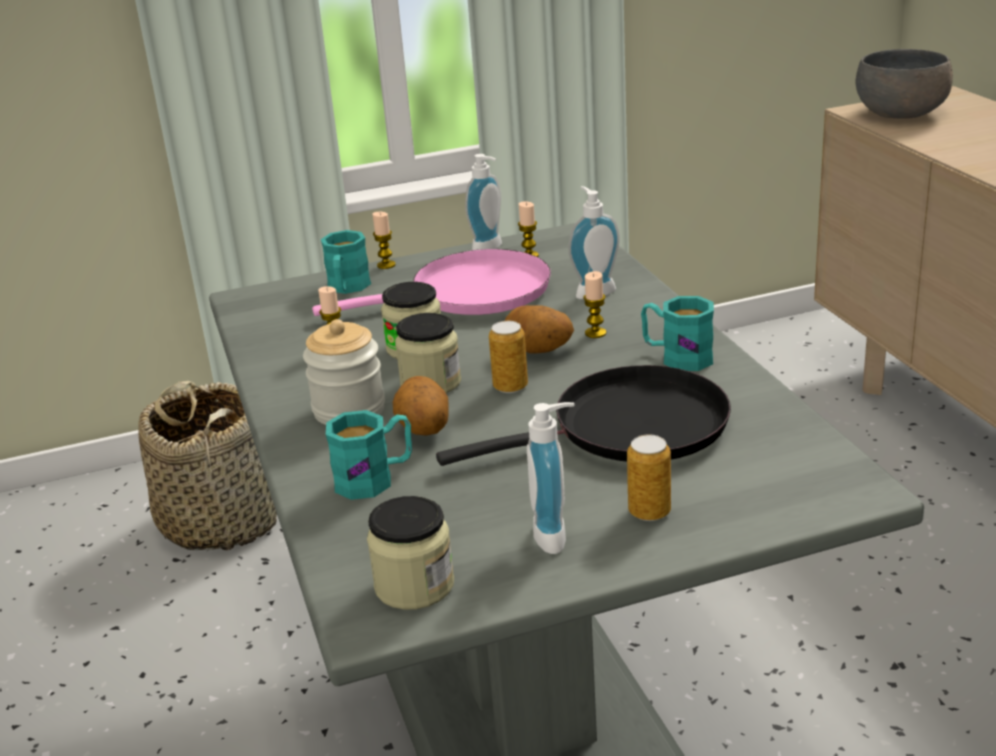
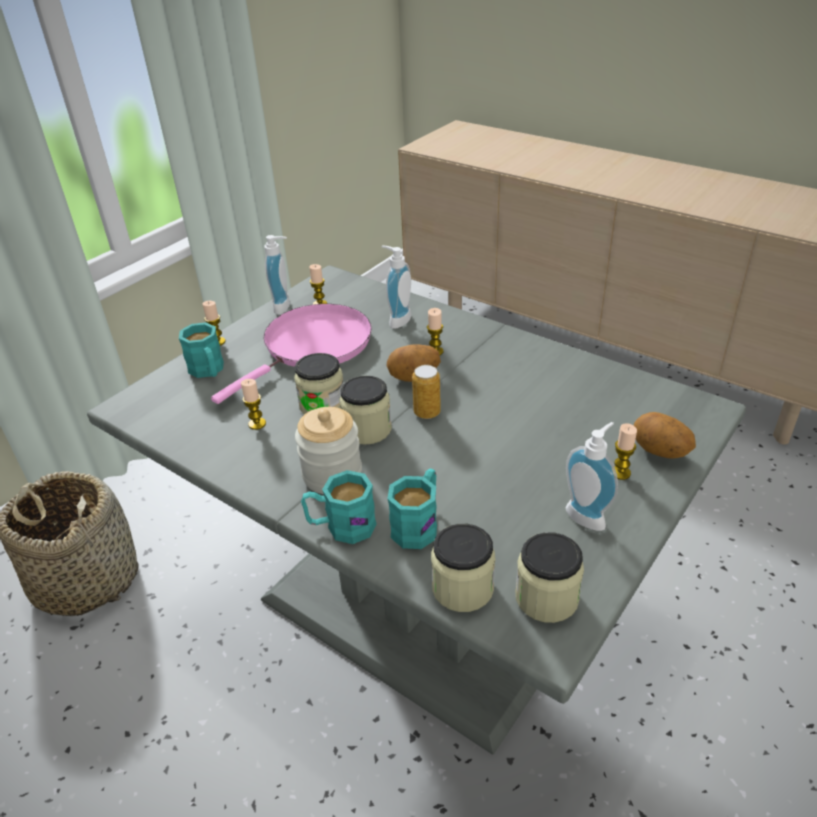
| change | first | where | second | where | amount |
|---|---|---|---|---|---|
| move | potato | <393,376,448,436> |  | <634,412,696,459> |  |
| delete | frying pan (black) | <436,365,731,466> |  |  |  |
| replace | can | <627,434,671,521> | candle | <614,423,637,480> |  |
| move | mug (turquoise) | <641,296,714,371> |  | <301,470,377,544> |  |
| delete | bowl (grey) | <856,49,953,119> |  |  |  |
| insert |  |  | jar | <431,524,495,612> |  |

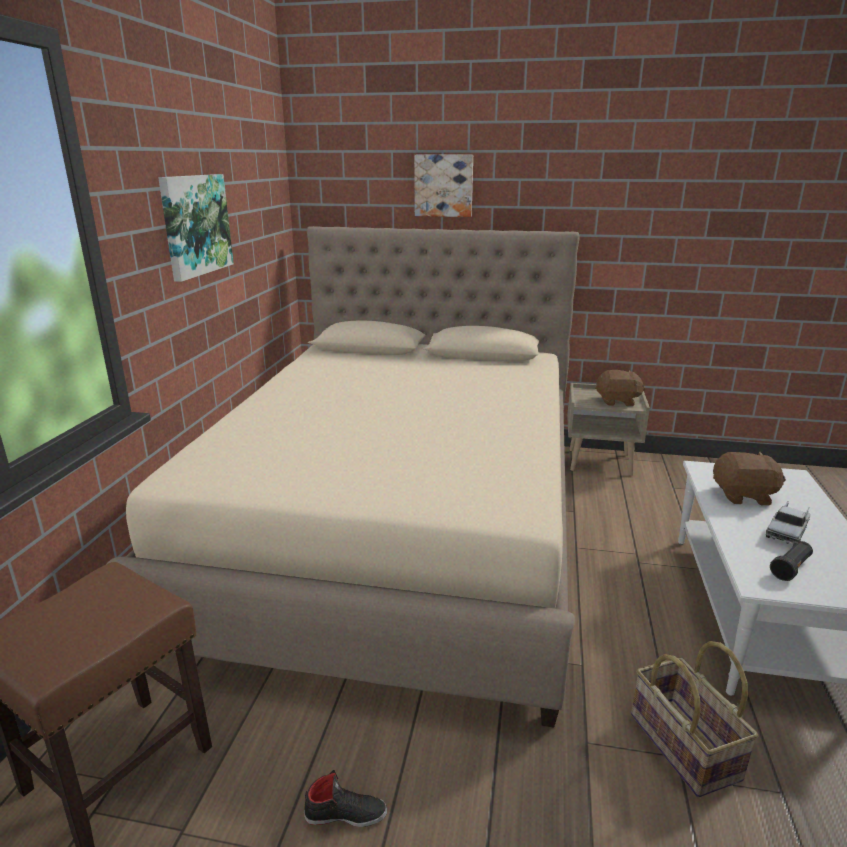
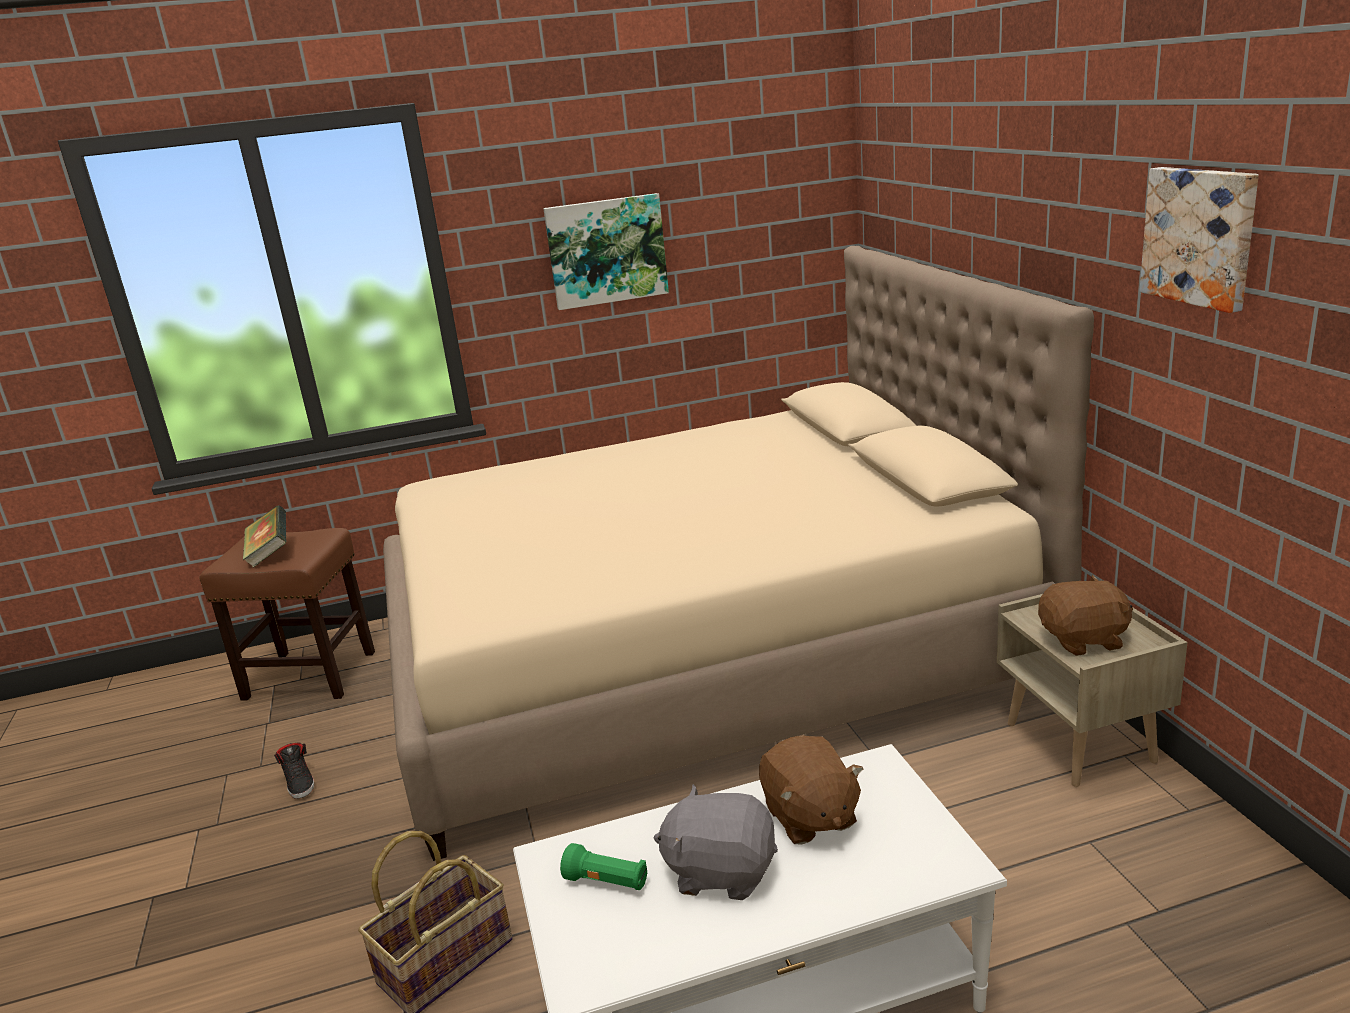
| change | first | where | second | where | amount |
|---|---|---|---|---|---|
| move | picture | <414,155,473,217> |  | <1140,167,1259,313> |  |
| rotate | plush toy (brown) | <595,370,646,406> |  | <1038,575,1133,656> | 75 degrees counterclockwise |
| replace | toy truck | <766,501,810,544> | plush toy (grey) | <654,784,778,900> |  |
| recolor | flashlight (black) | <770,541,813,581> | flashlight (green) | <560,843,647,890> |  |
| insert |  |  | book | <243,505,286,568> |  |

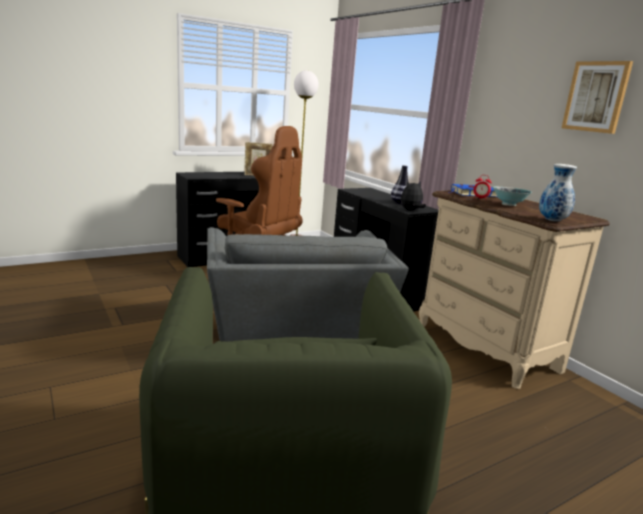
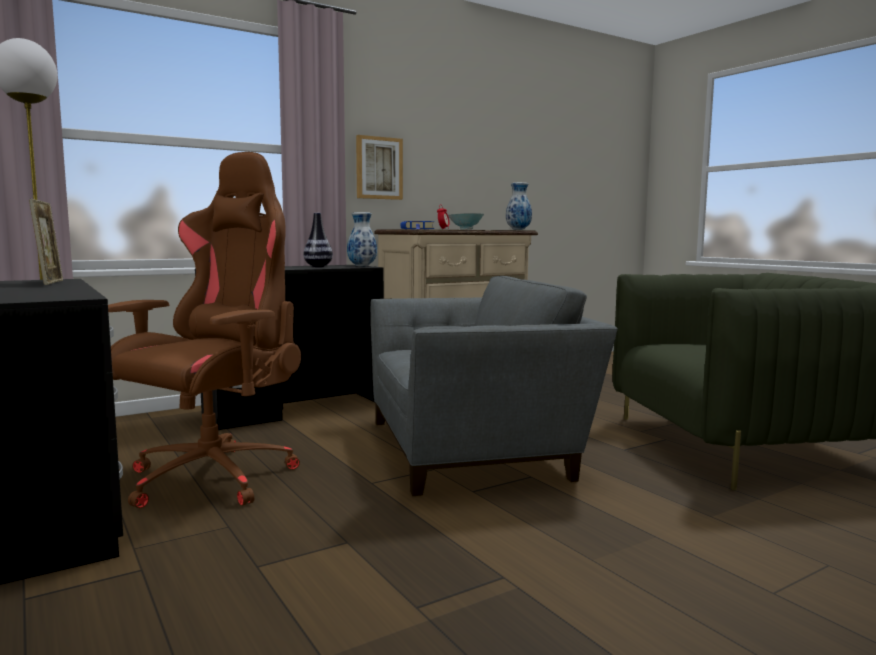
| change | first | where | second | where | amount |
|---|---|---|---|---|---|
| replace | plush toy | <401,181,426,210> | vase | <347,212,377,267> |  |
| move | picture | <562,61,633,134> |  | <356,135,403,200> |  |

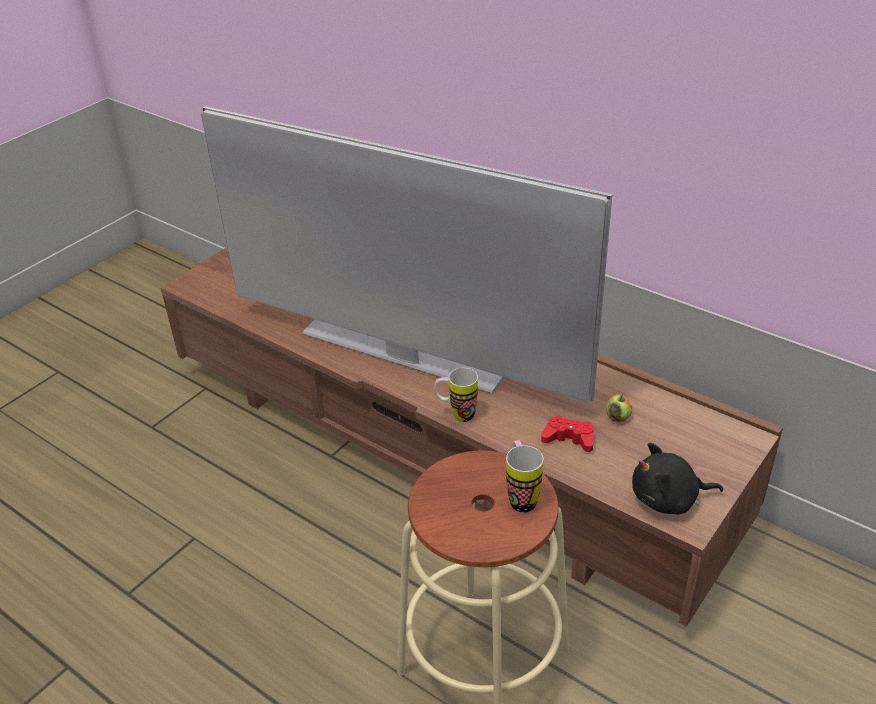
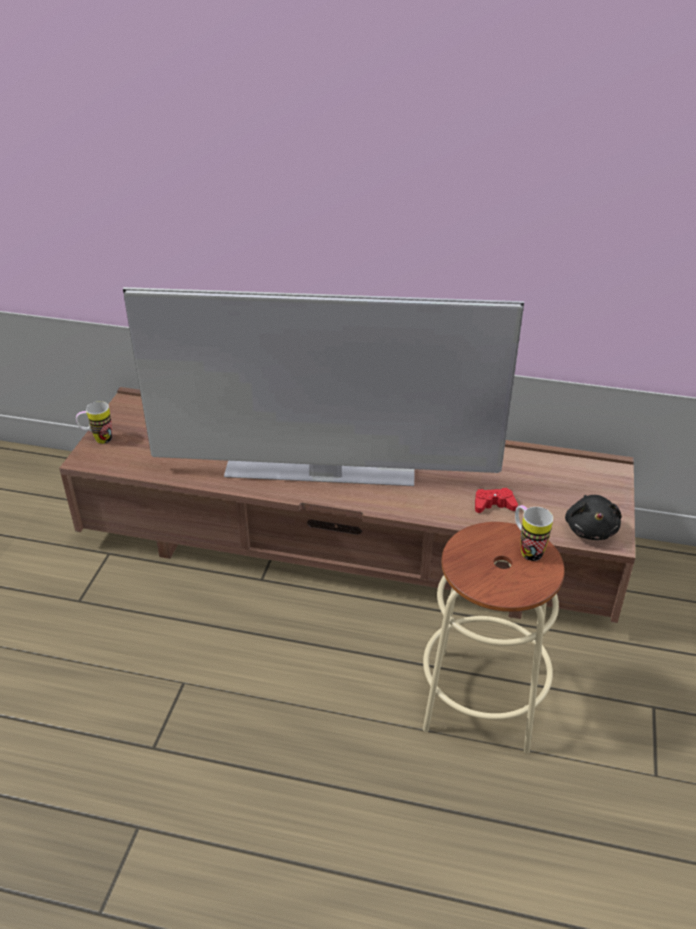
| change | first | where | second | where | amount |
|---|---|---|---|---|---|
| move | mug | <434,368,478,422> |  | <76,401,112,444> |  |
| delete | apple | <606,395,632,422> |  |  |  |
| rotate | plush toy (black) | <632,443,723,514> |  | <565,495,621,540> | 60 degrees counterclockwise |

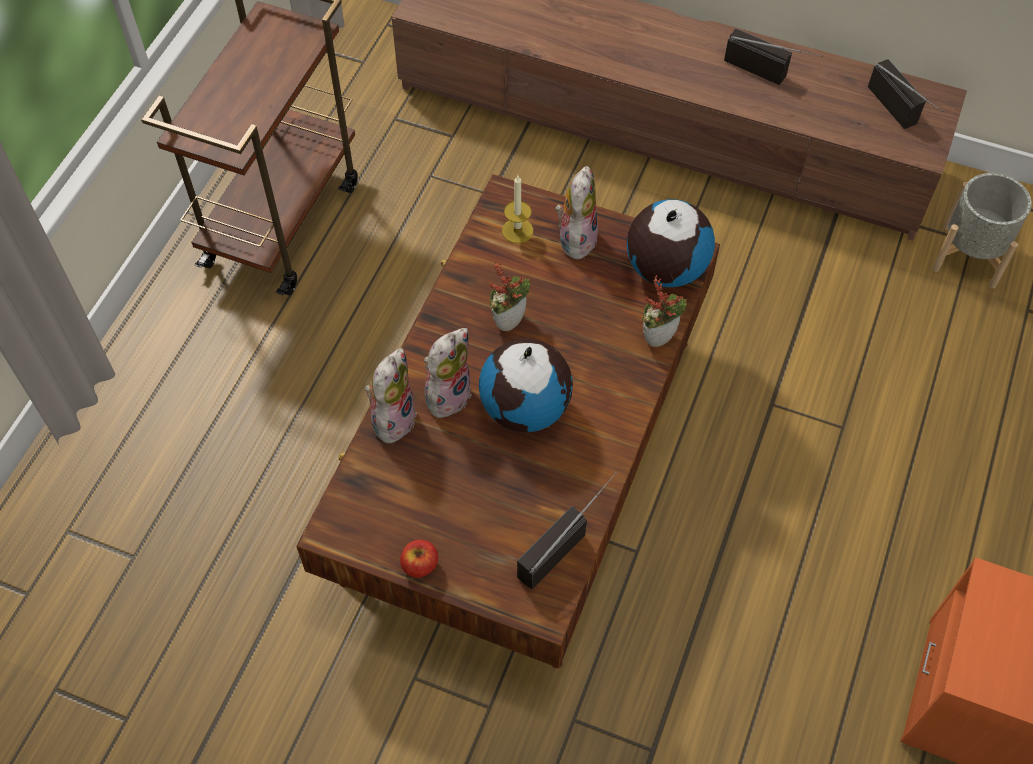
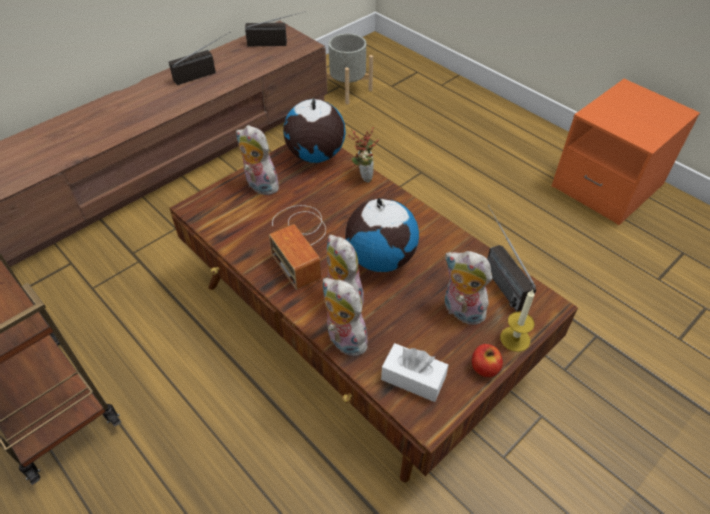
| change | first | where | second | where | amount |
|---|---|---|---|---|---|
| replace | potted plant | <489,261,531,331> | radio | <269,205,326,290> |  |
| move | candle | <502,176,534,244> |  | <500,290,535,352> |  |
| insert |  |  | tissue box (white) | <381,343,448,402> |  |
| insert |  |  | plush toy | <444,251,492,325> |  |

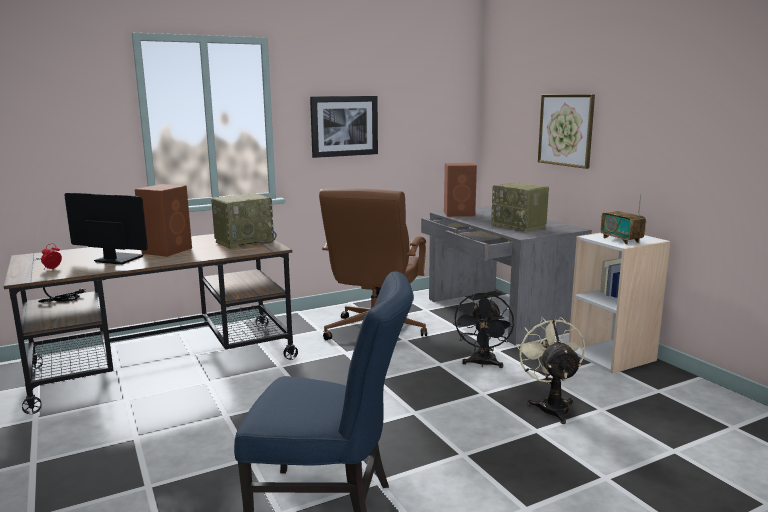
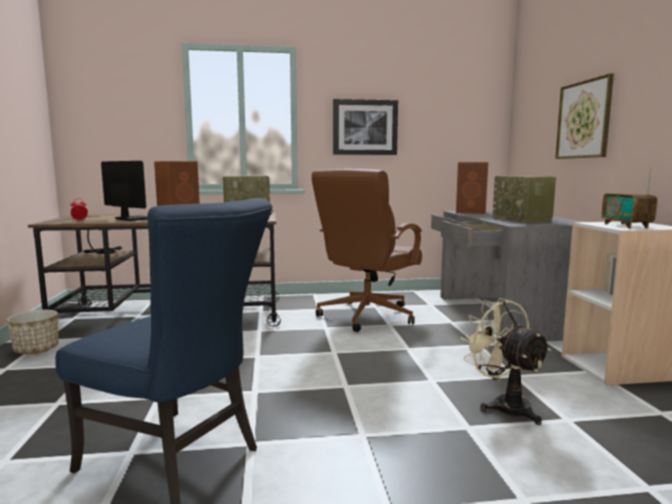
| change | first | where | second | where | amount |
|---|---|---|---|---|---|
| delete | fan (black) | <453,292,514,368> |  |  |  |
| rotate | fan (beige) | <516,316,585,424> |  | <461,298,552,425> | 45 degrees counterclockwise |
| insert |  |  | planter | <7,310,58,355> |  |

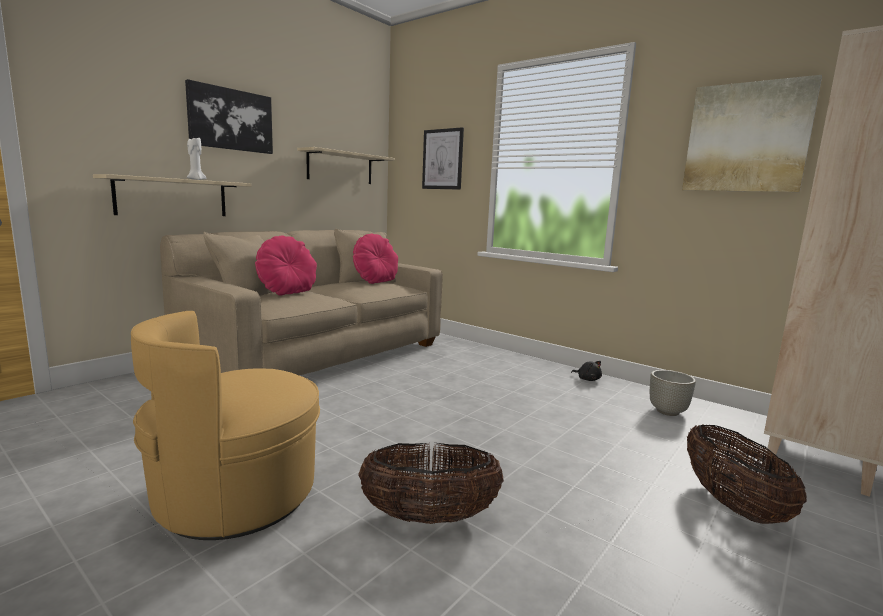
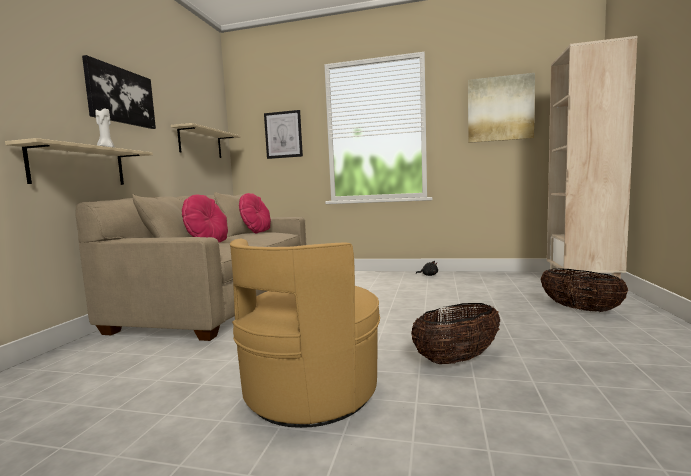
| change | first | where | second | where | amount |
|---|---|---|---|---|---|
| delete | planter (grey) | <650,370,696,416> |  |  |  |

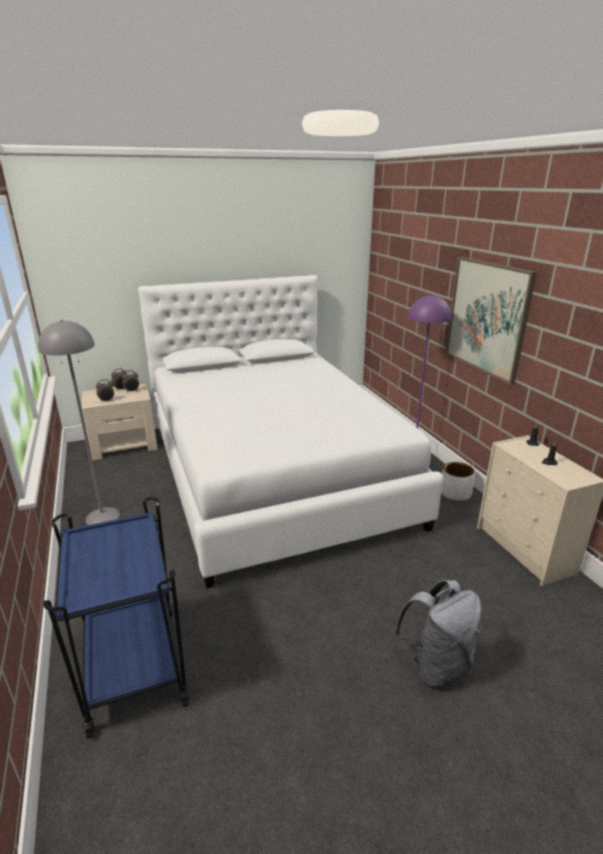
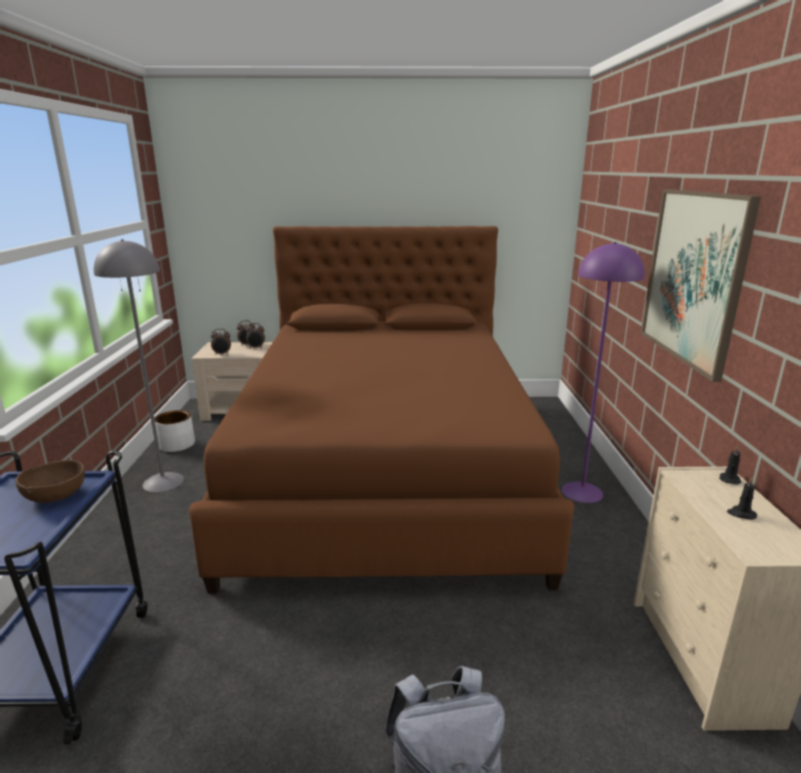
| change | first | where | second | where | amount |
|---|---|---|---|---|---|
| recolor | bed (white) | <138,275,443,589> | bed (brown) | <189,226,574,594> |  |
| move | planter (white) | <441,462,475,501> |  | <155,410,195,453> |  |
| insert |  |  | bowl (brown) | <16,460,85,503> |  |

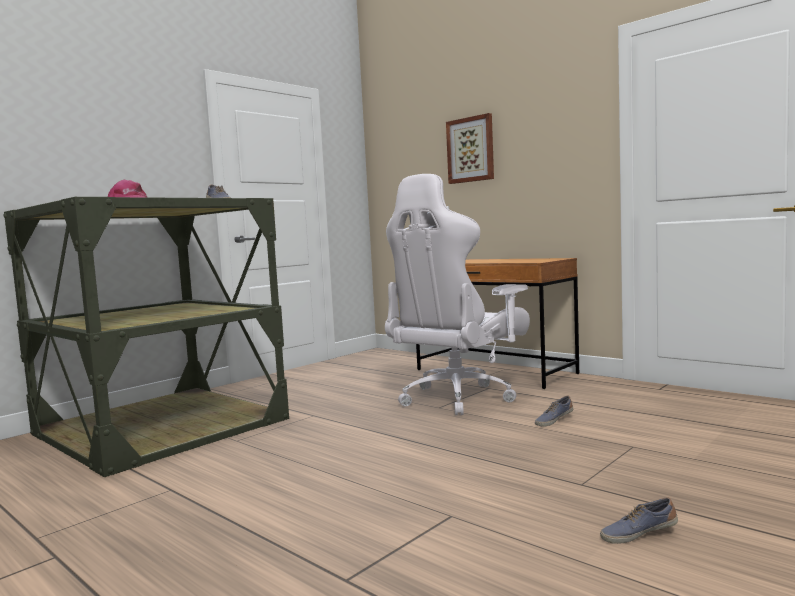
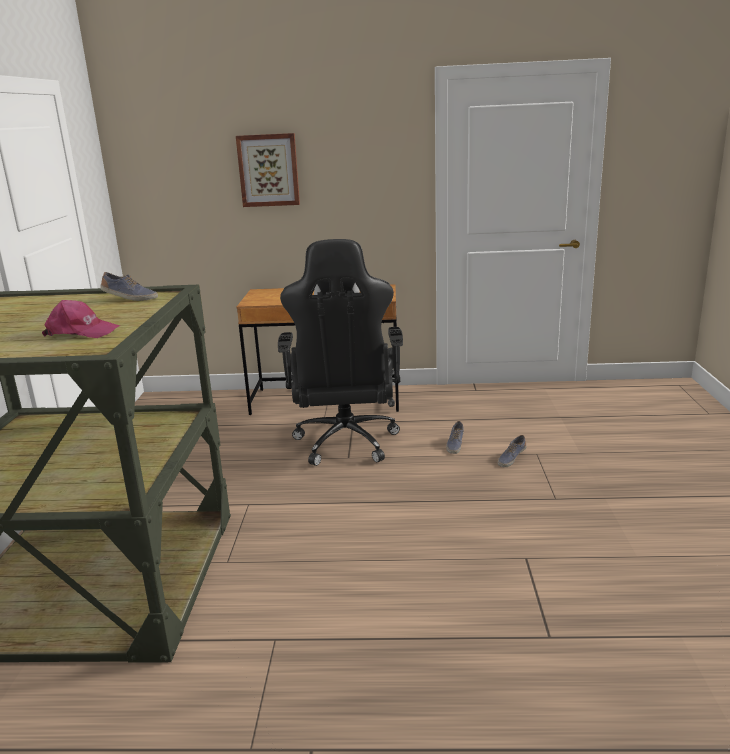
| change | first | where | second | where | amount |
|---|---|---|---|---|---|
| recolor | office chair (white) | <385,174,530,415> | office chair (black) | <278,239,403,466> |  |
| move | shoe | <600,497,678,544> |  | <498,435,527,467> |  |

